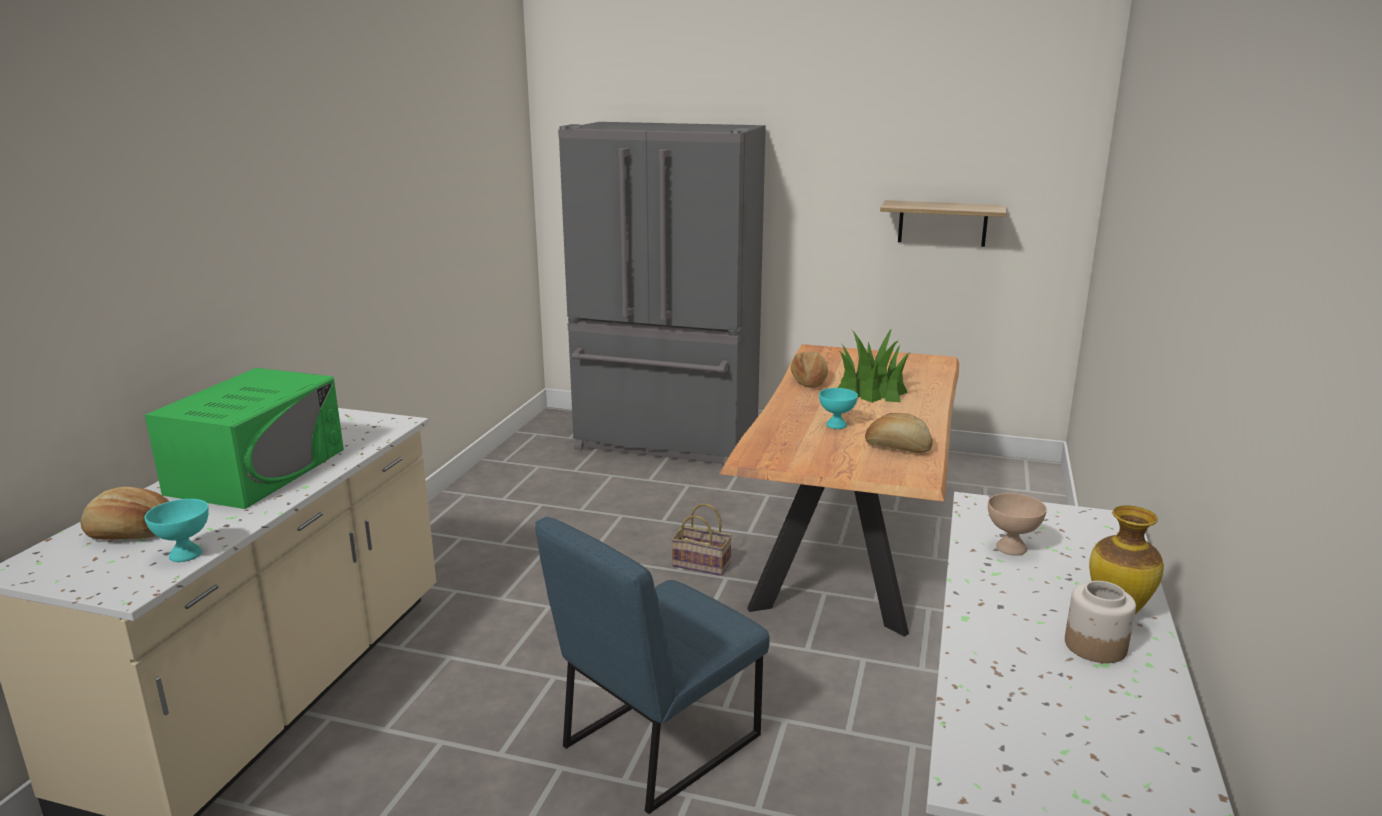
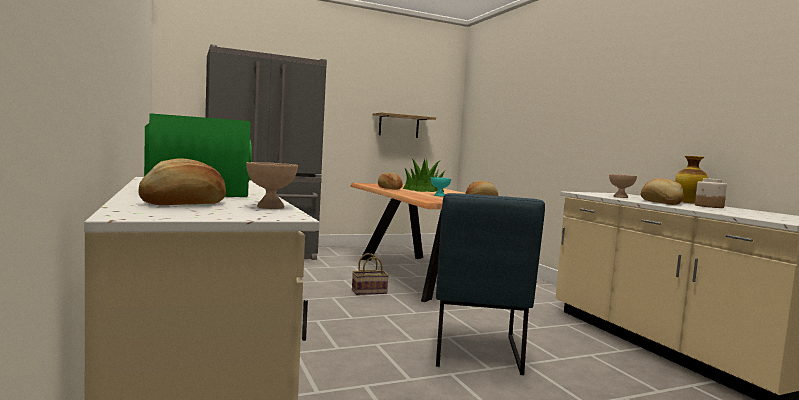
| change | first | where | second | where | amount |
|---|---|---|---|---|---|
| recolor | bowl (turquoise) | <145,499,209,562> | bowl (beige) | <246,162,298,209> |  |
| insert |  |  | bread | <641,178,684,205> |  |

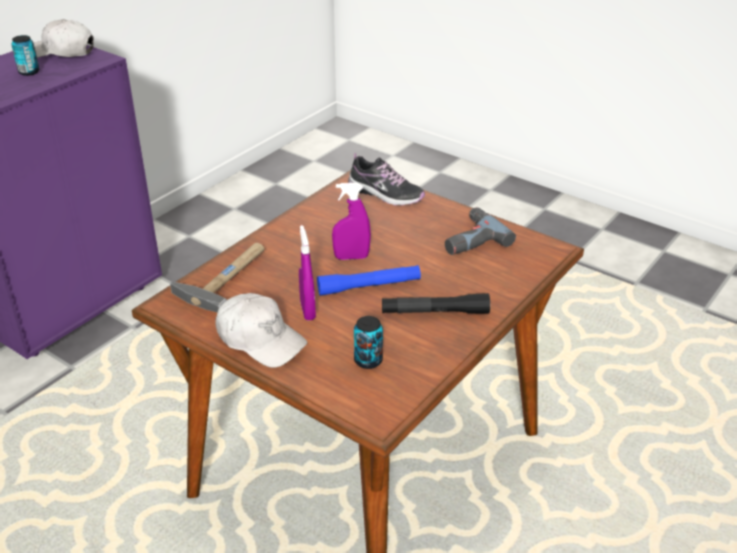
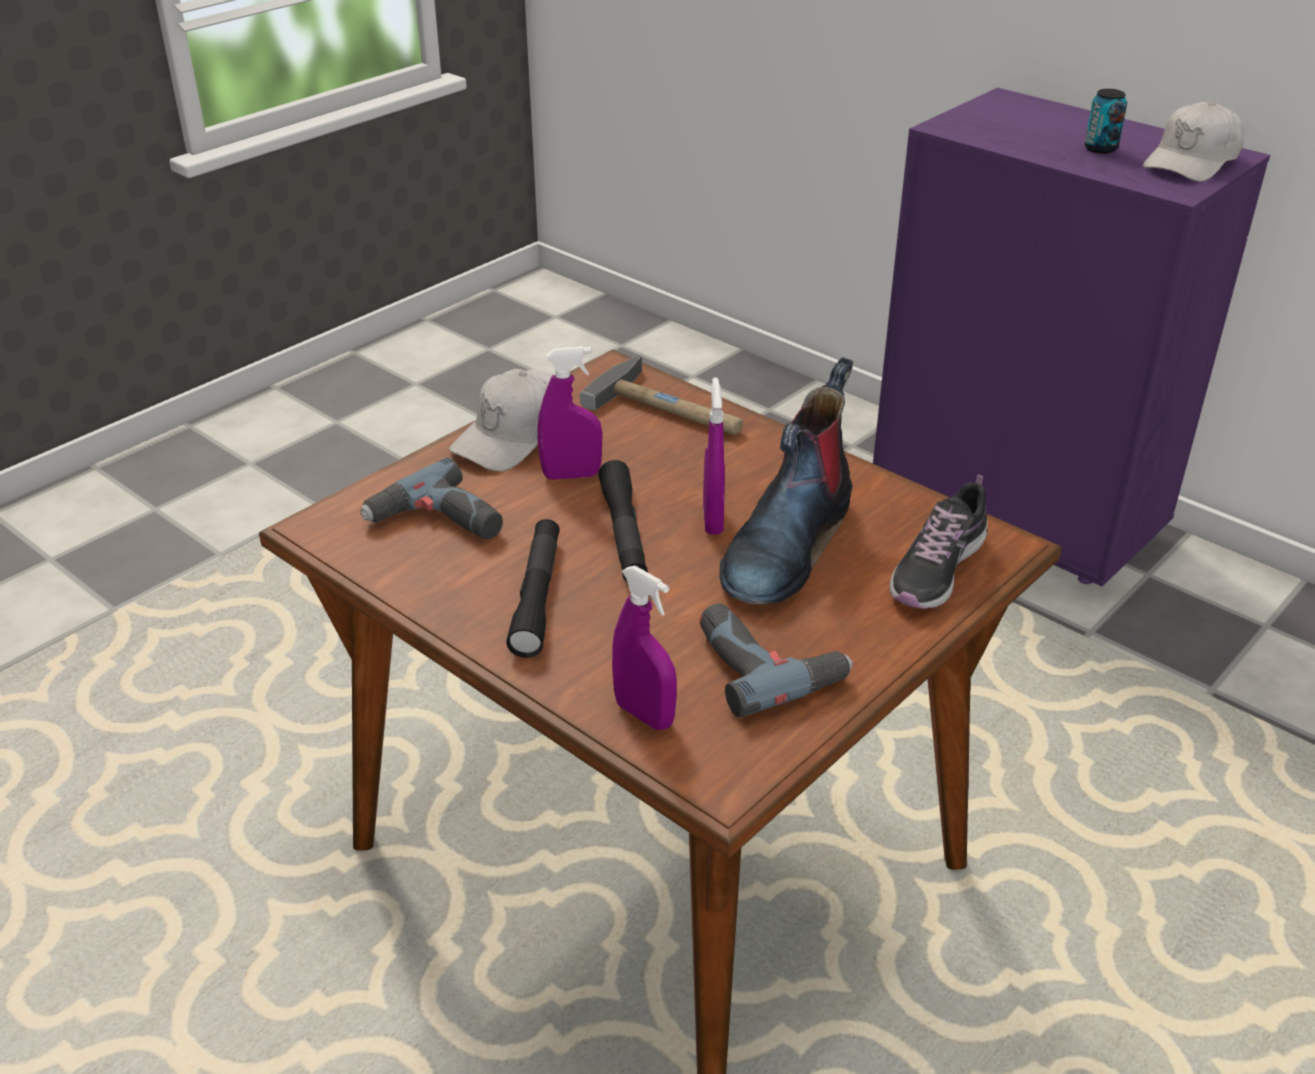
| change | first | where | second | where | amount |
|---|---|---|---|---|---|
| rotate | cap (white) | <34,19,94,58> |  | <1143,102,1245,182> | 150 degrees counterclockwise |
| recolor | flashlight (blue) | <317,265,421,296> | flashlight (black) | <598,460,648,582> |  |
| replace | can | <354,316,383,369> | power drill | <360,457,503,539> |  |
| insert |  |  | spray bottle (purple) | <612,566,677,730> |  |
| insert |  |  | boot | <719,357,854,604> |  |

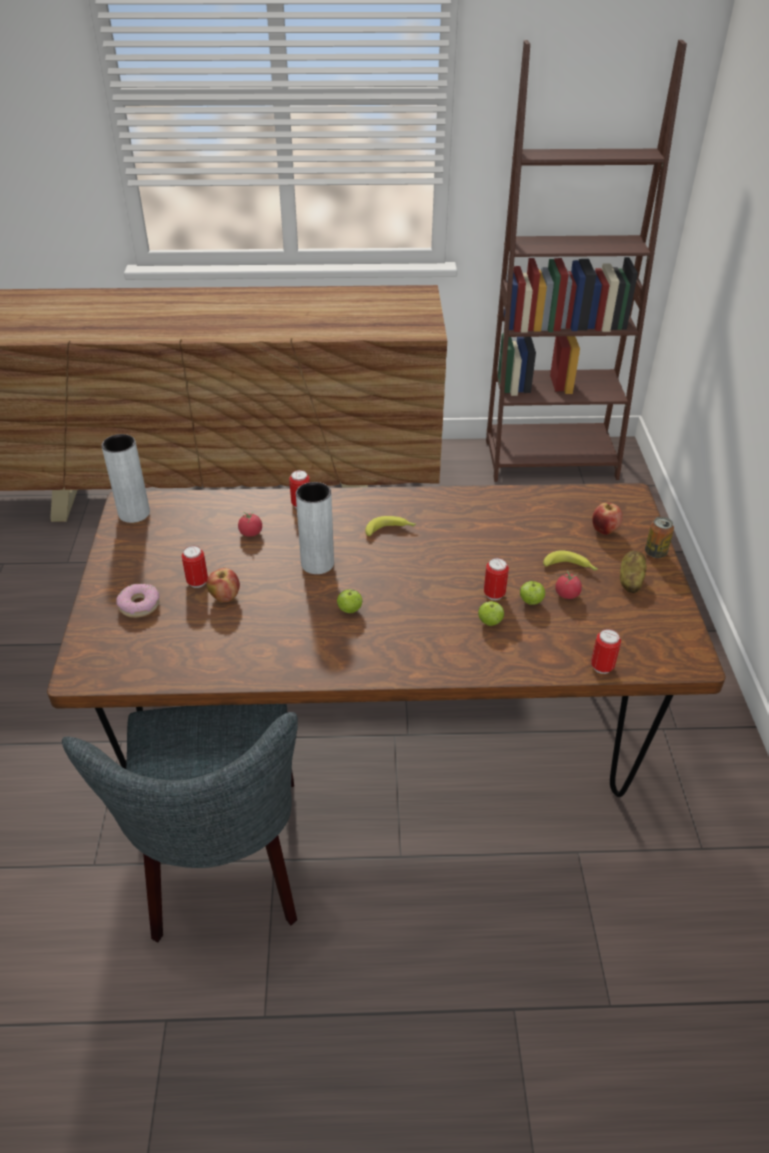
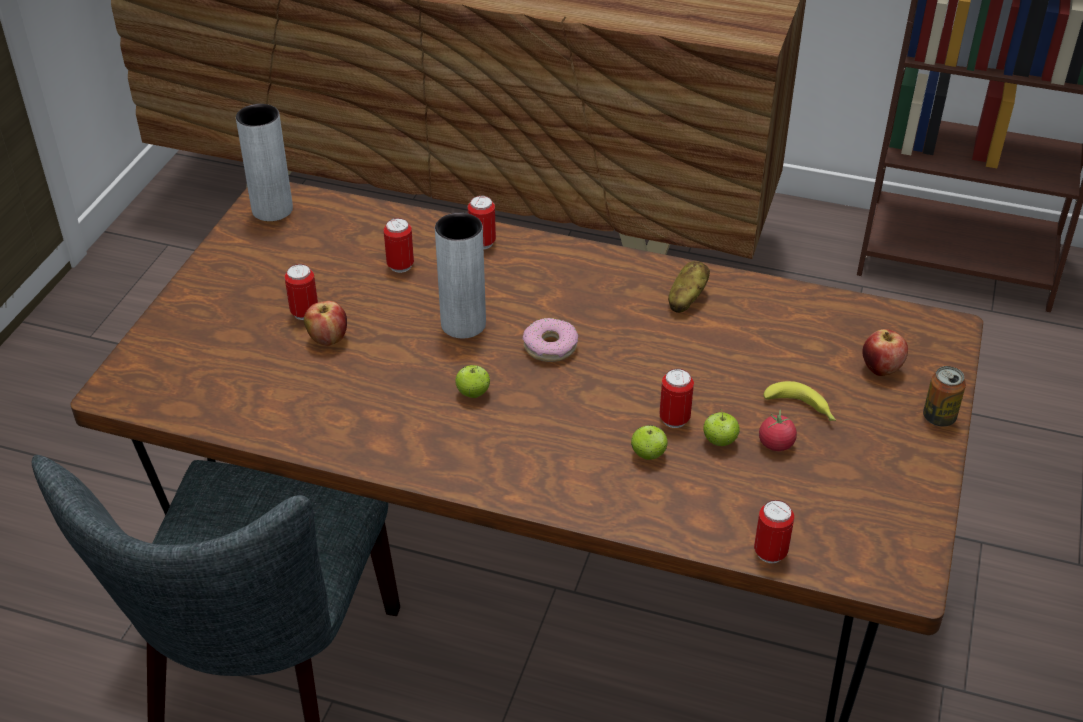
| change | first | where | second | where | amount |
|---|---|---|---|---|---|
| move | donut | <117,584,160,618> |  | <523,318,578,362> |  |
| replace | tomato | <238,511,262,537> | can | <383,218,414,273> |  |
| delete | banana | <365,516,416,536> |  |  |  |
| move | potato | <620,551,647,593> |  | <668,261,710,313> |  |

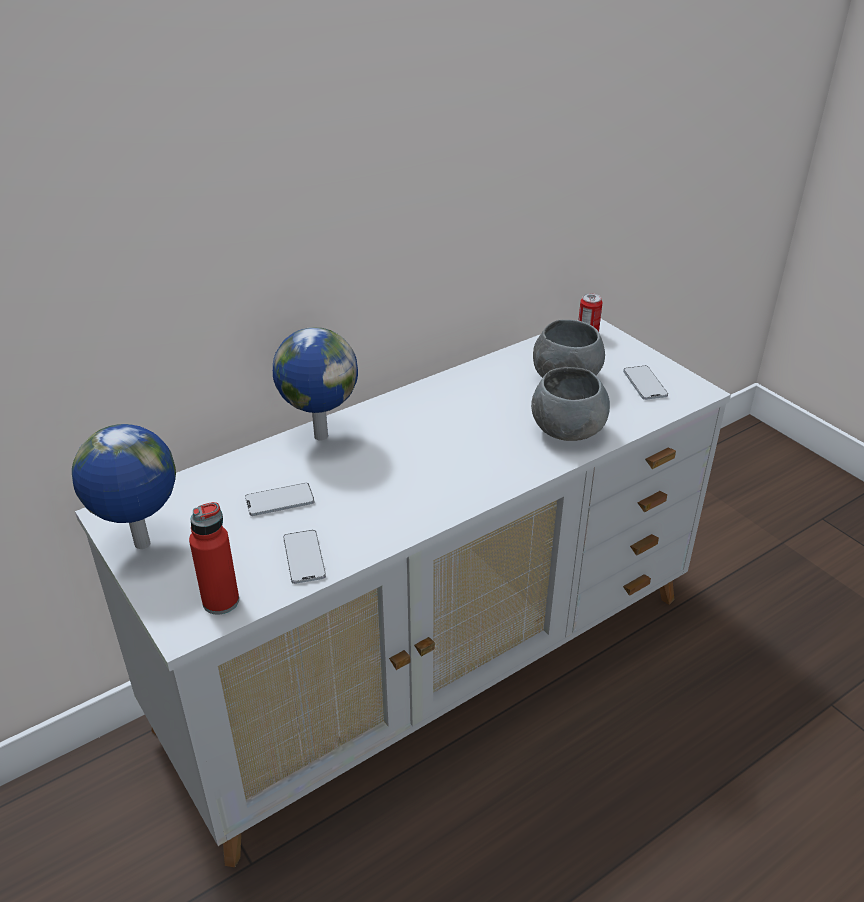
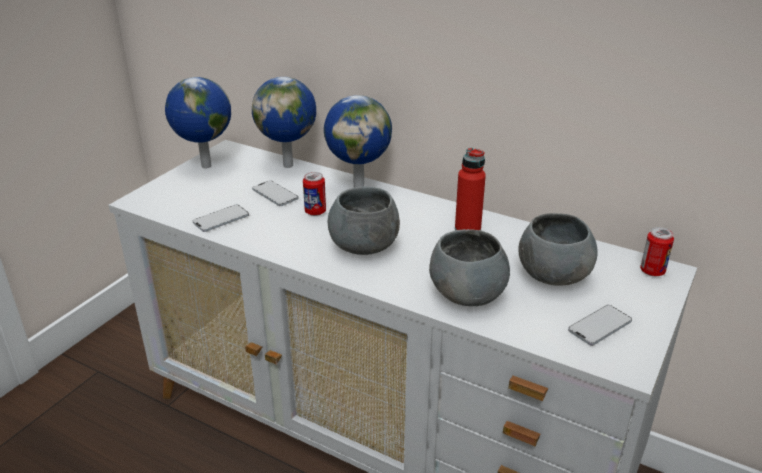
| change | first | where | second | where | amount |
|---|---|---|---|---|---|
| move | bottle (red) | <189,502,239,615> |  | <455,148,486,230> |  |
| insert |  |  | globe | <252,77,316,168> |  |
| insert |  |  | can | <303,172,326,216> |  |
| insert |  |  | bowl (grey) | <328,186,400,255> |  |

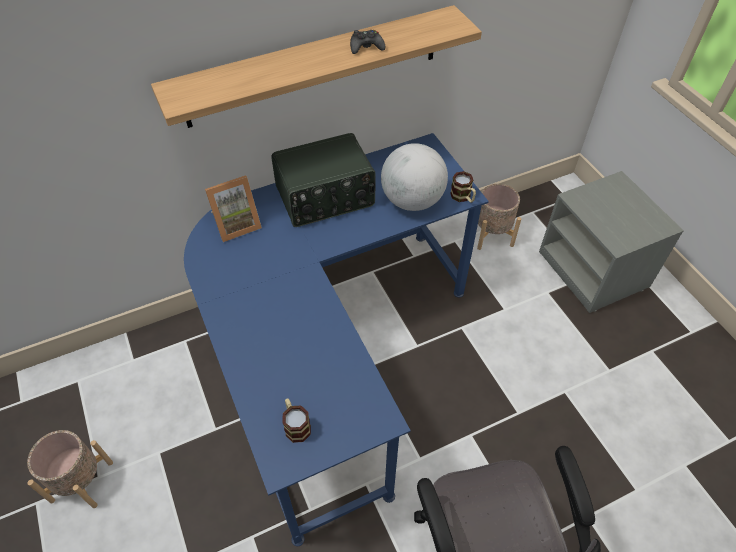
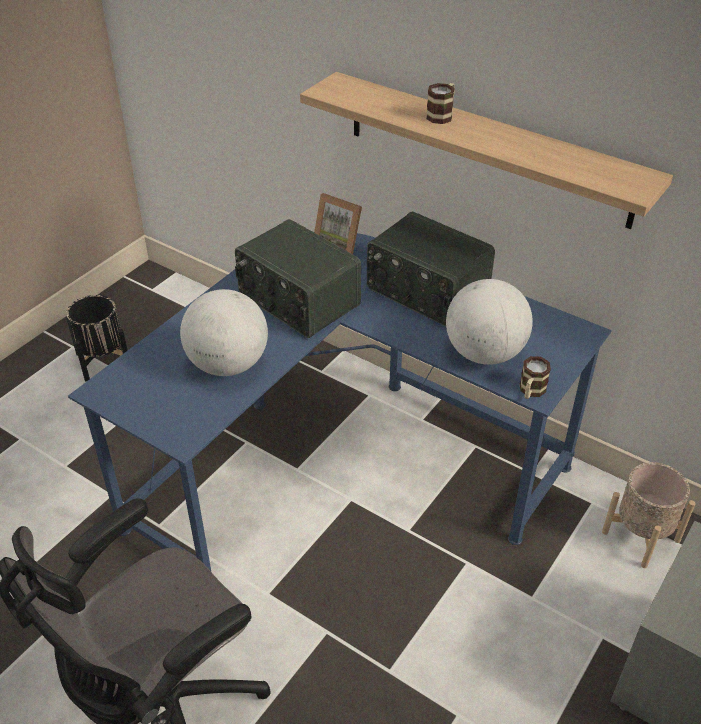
| change | first | where | second | where | amount |
|---|---|---|---|---|---|
| recolor | planter (beige) | <27,430,113,508> | planter (black) | <66,295,128,382> |  |
| move | mug | <283,399,311,443> |  | <426,83,455,124> |  |
| delete | game controller (black) | <350,30,385,54> |  |  |  |
| insert |  |  | globe | <180,289,268,376> |  |
| insert |  |  | radio | <235,219,361,338> |  |

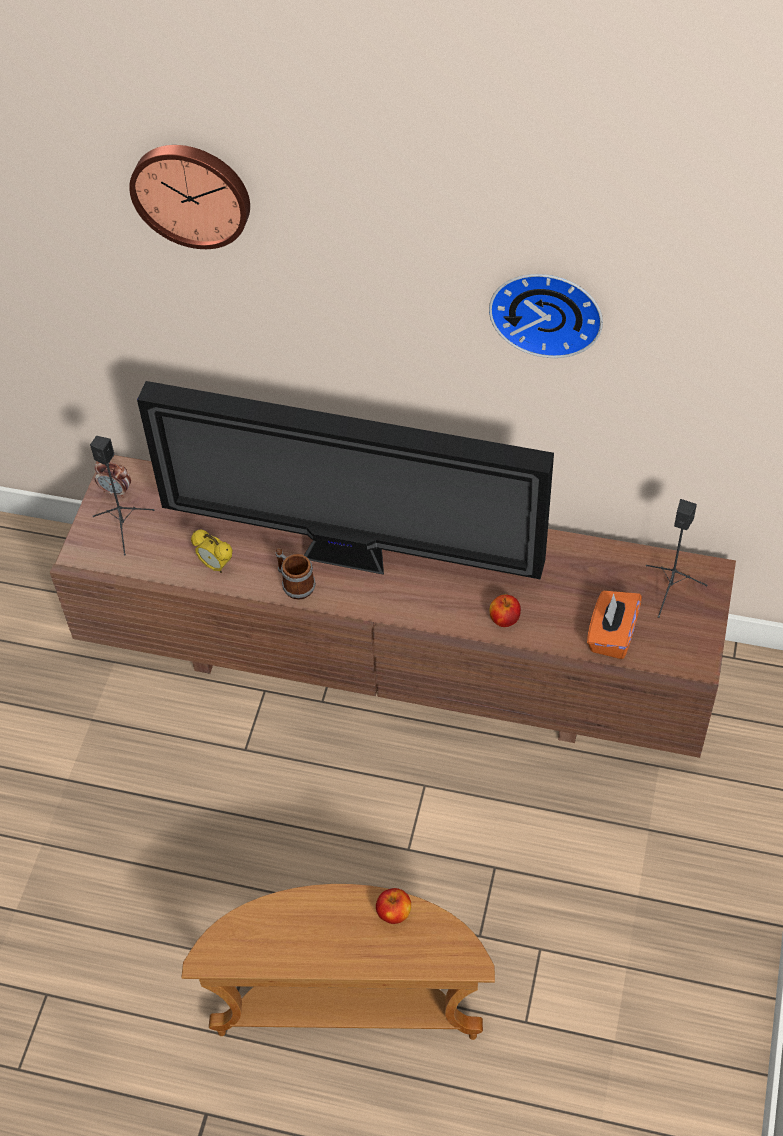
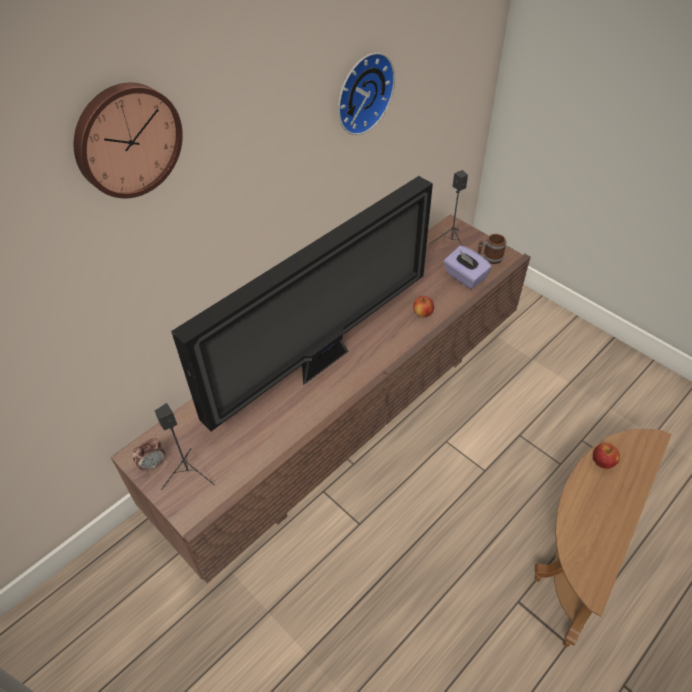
| change | first | where | second | where | amount |
|---|---|---|---|---|---|
| delete | alarm clock | <191,530,233,573> |  |  |  |
| move | mug | <276,548,316,600> |  | <478,234,506,264> |  |
| recolor | tissue box (orange) | <587,591,642,659> | tissue box (purple) | <444,245,492,289> |  |

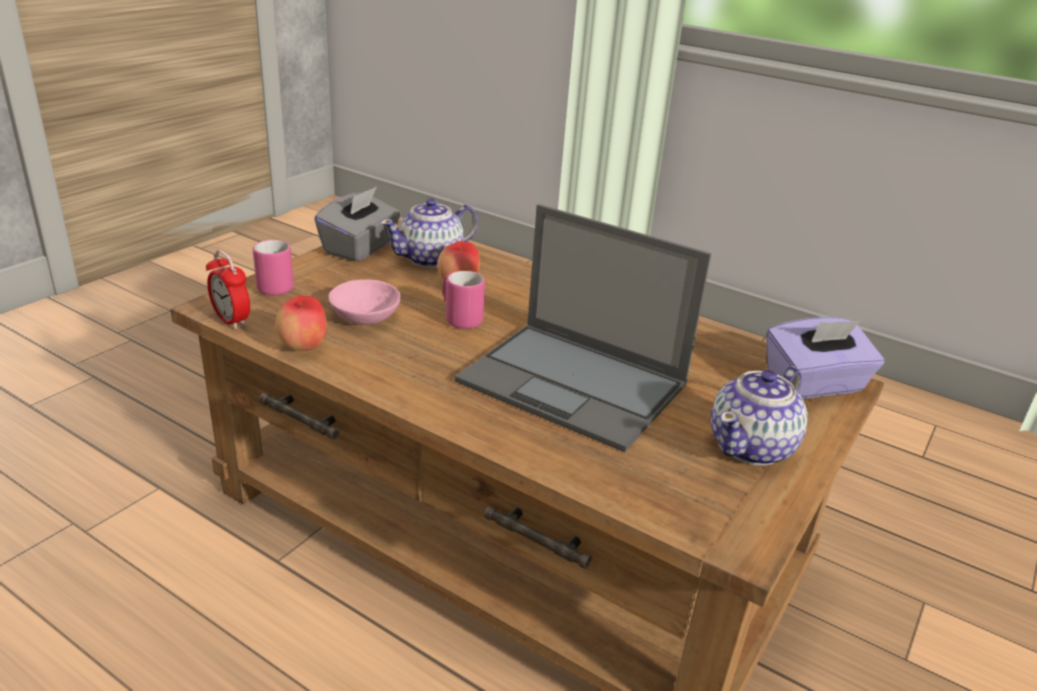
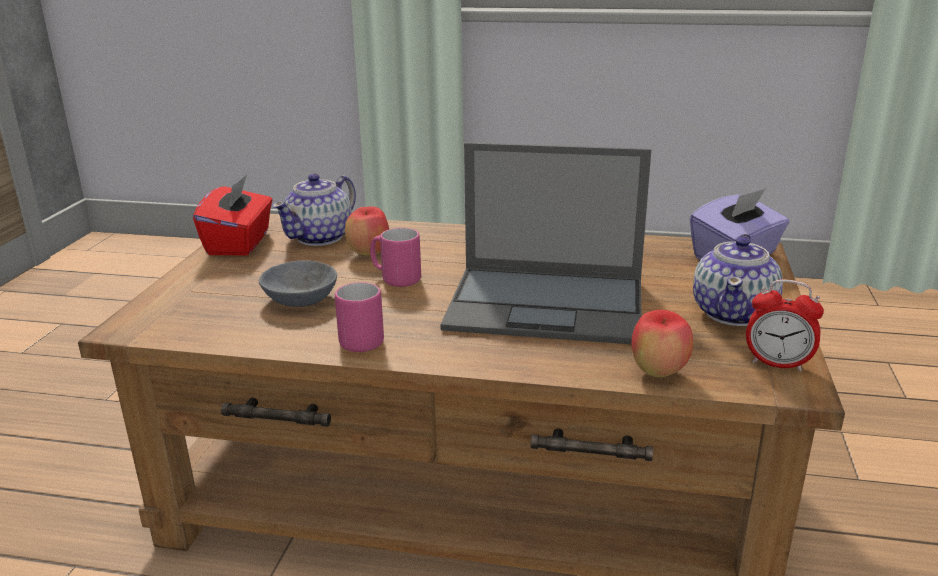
| change | first | where | second | where | amount |
|---|---|---|---|---|---|
| move | alarm clock | <206,250,250,329> |  | <746,279,824,372> |  |
| move | mug (pink) | <253,240,294,295> |  | <335,282,384,352> |  |
| move | apple | <275,296,327,351> |  | <631,310,693,377> |  |
| recolor | tissue box (grey) | <314,187,401,262> | tissue box (red) | <193,175,272,255> |  |
| recolor | bowl (pink) | <329,280,401,325> | bowl (grey) | <259,260,337,307> |  |

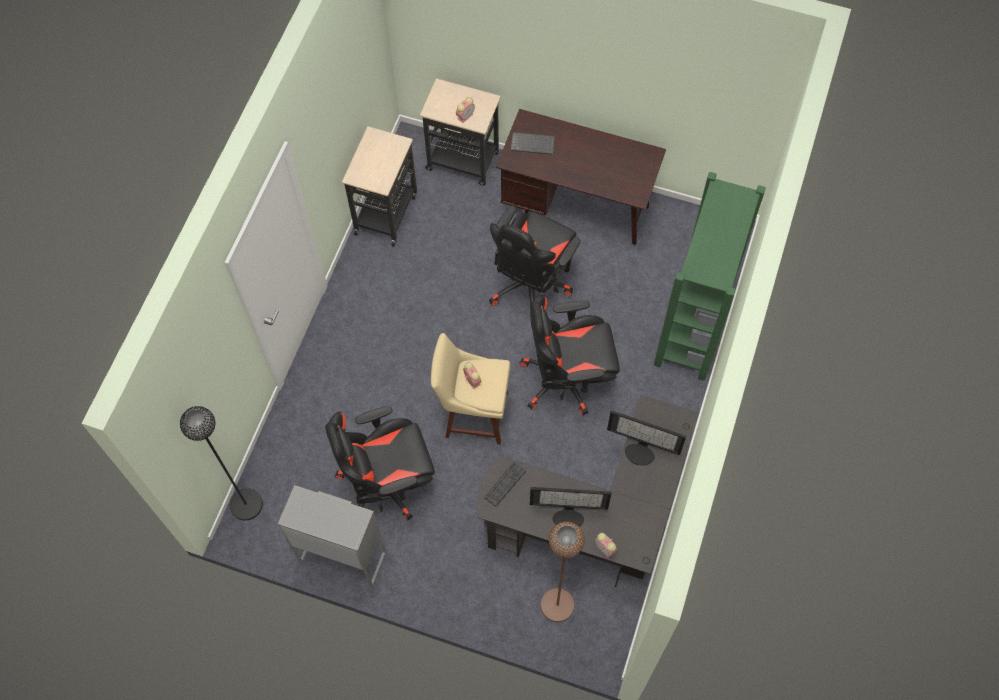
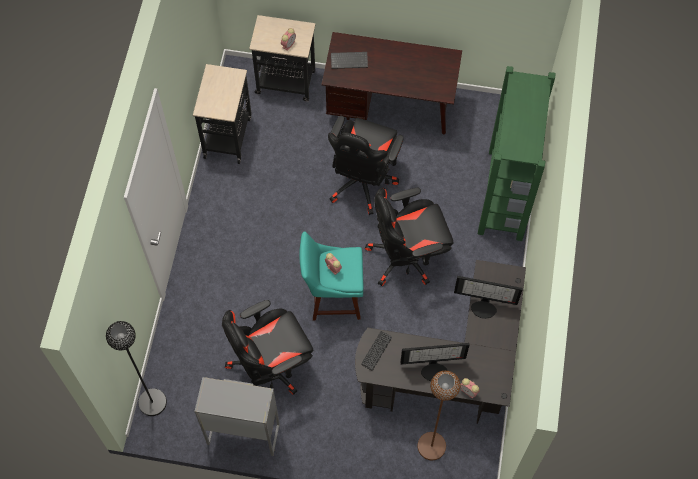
| change | first | where | second | where | amount |
|---|---|---|---|---|---|
| recolor | stool (beige) | <431,333,511,445> | stool (turquoise) | <299,232,364,321> |  |

